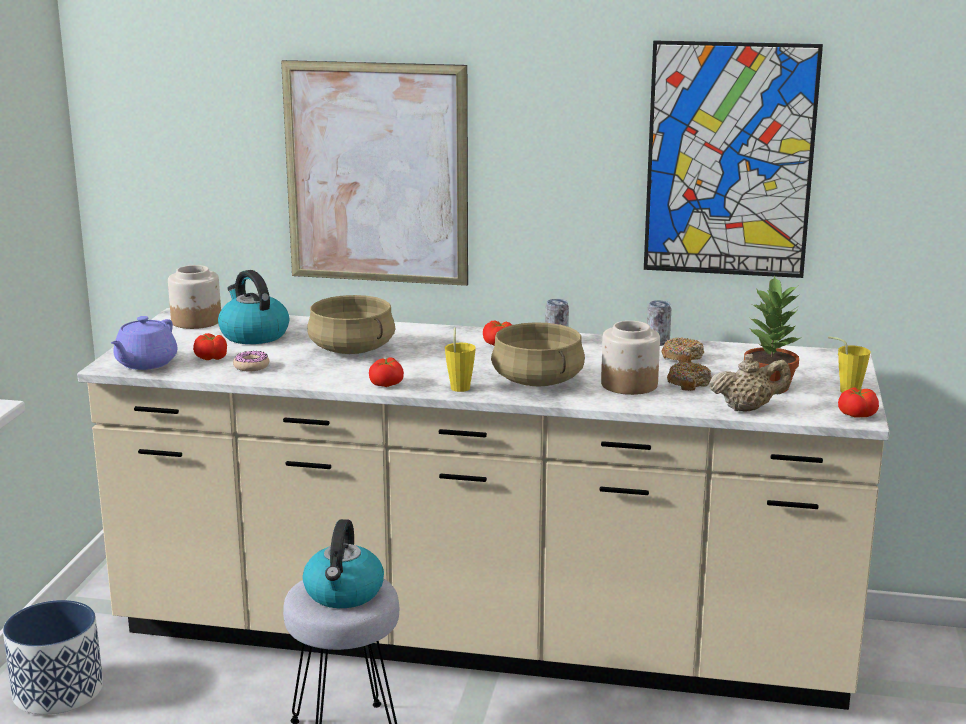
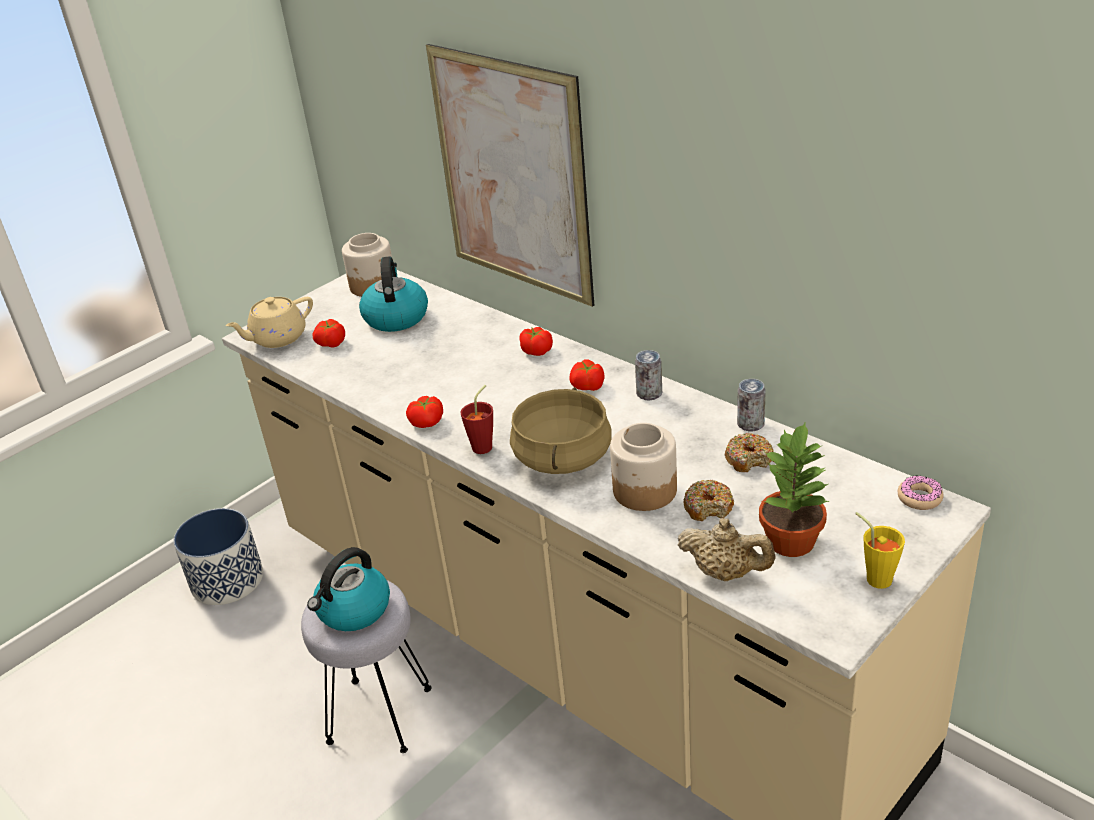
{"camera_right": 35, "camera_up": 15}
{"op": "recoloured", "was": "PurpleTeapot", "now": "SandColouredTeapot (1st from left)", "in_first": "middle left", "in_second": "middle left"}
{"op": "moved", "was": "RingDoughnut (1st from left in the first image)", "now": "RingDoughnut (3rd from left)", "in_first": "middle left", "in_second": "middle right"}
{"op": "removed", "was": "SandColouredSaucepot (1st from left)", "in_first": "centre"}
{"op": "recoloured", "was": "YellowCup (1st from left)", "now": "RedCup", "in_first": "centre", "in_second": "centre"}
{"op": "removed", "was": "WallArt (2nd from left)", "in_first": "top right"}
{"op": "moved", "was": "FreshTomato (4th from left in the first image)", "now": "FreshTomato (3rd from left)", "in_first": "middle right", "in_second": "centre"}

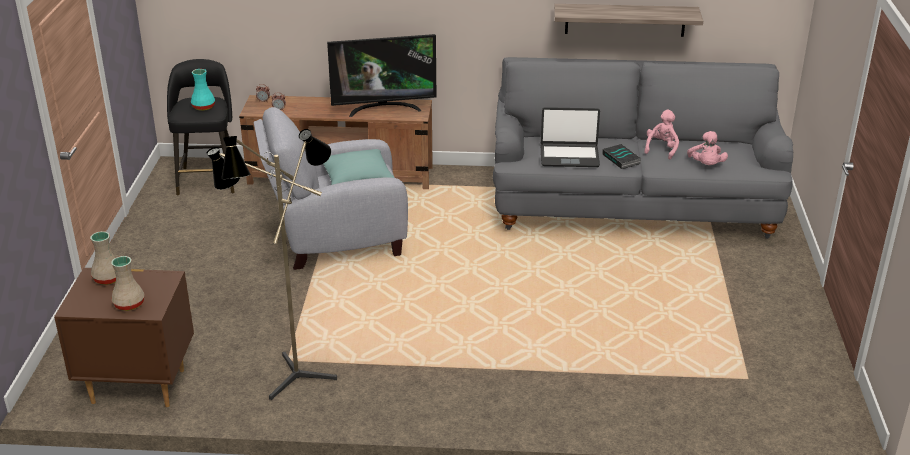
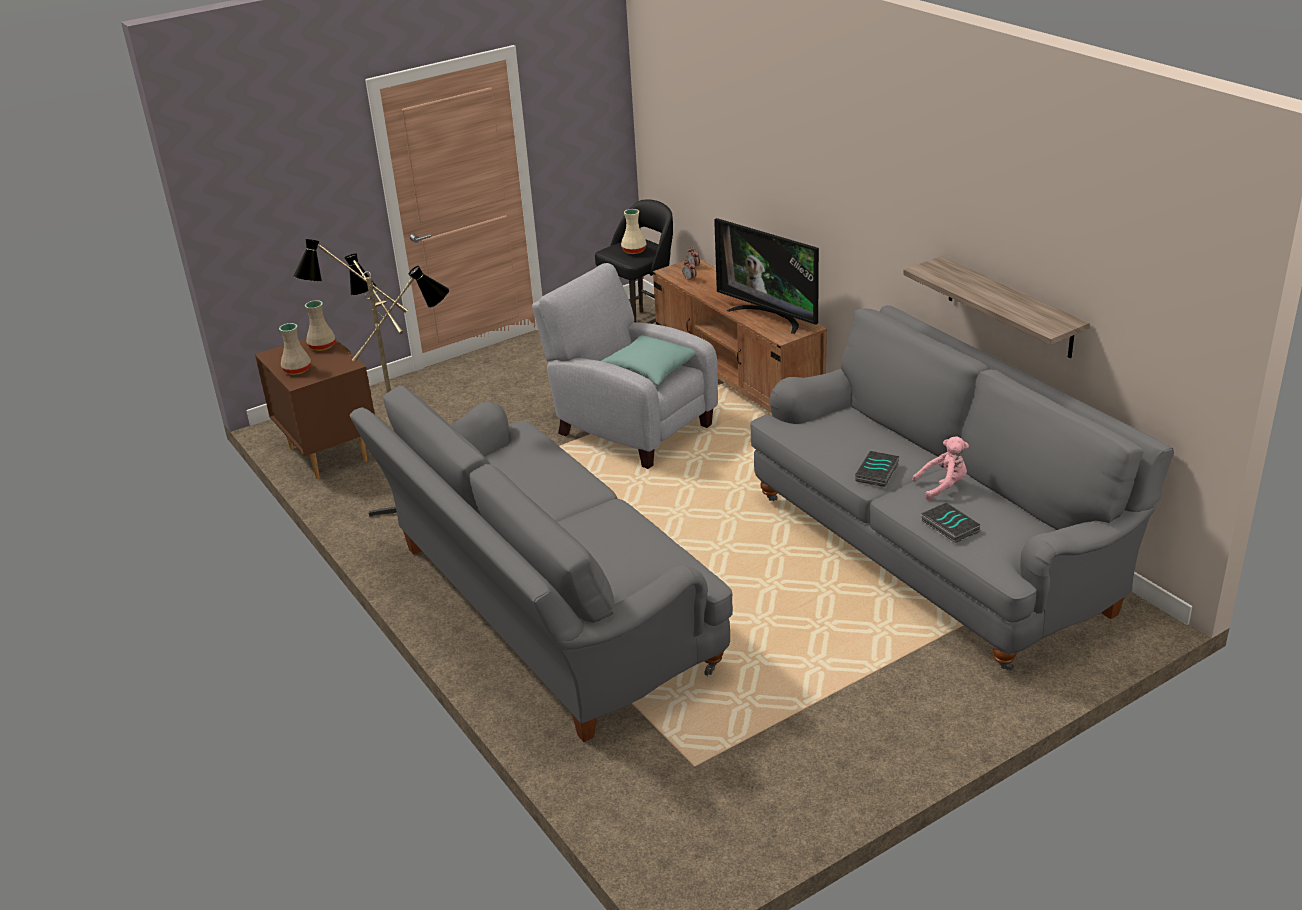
{"camera_right": 55, "camera_up": 0}
{"op": "recoloured", "was": "TurquoiseColouredDecorativeVase", "now": "SandColouredDecorativeVase (3rd from left)", "in_first": "top left", "in_second": "top centre"}
{"op": "removed", "was": "Laptop", "in_first": "top centre"}
{"op": "replaced", "was": "PinkSoftToy (2nd from left)", "now": "BoundBook (2nd from left)", "in_first": "top right", "in_second": "middle right"}
{"op": "added", "now": "GrayCouch (1st from left)", "in_second": "centre"}

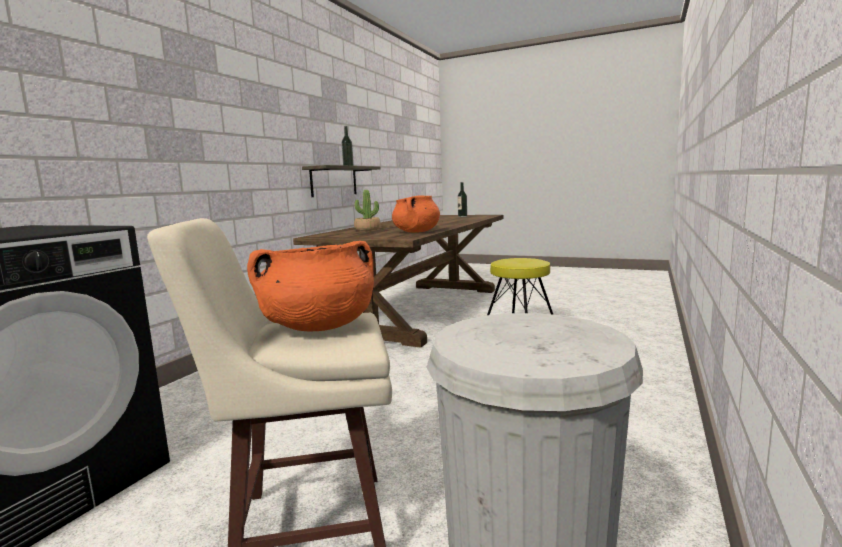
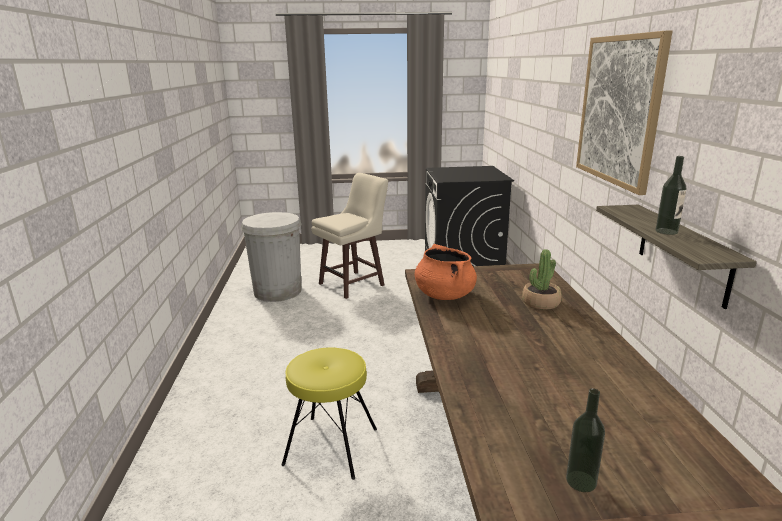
{"camera_right": 150, "camera_up": 10}
{"op": "removed", "was": "OrangeColouredSaucepot (1st from left)", "in_first": "centre"}
{"op": "added", "now": "WallArt", "in_second": "top right"}

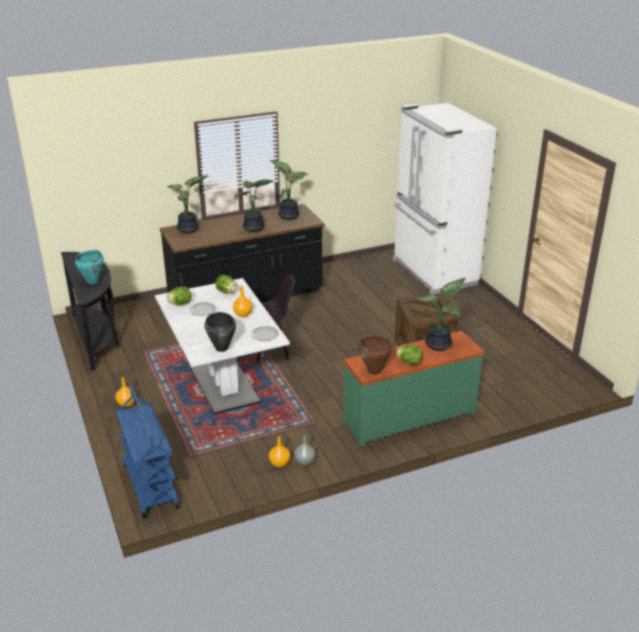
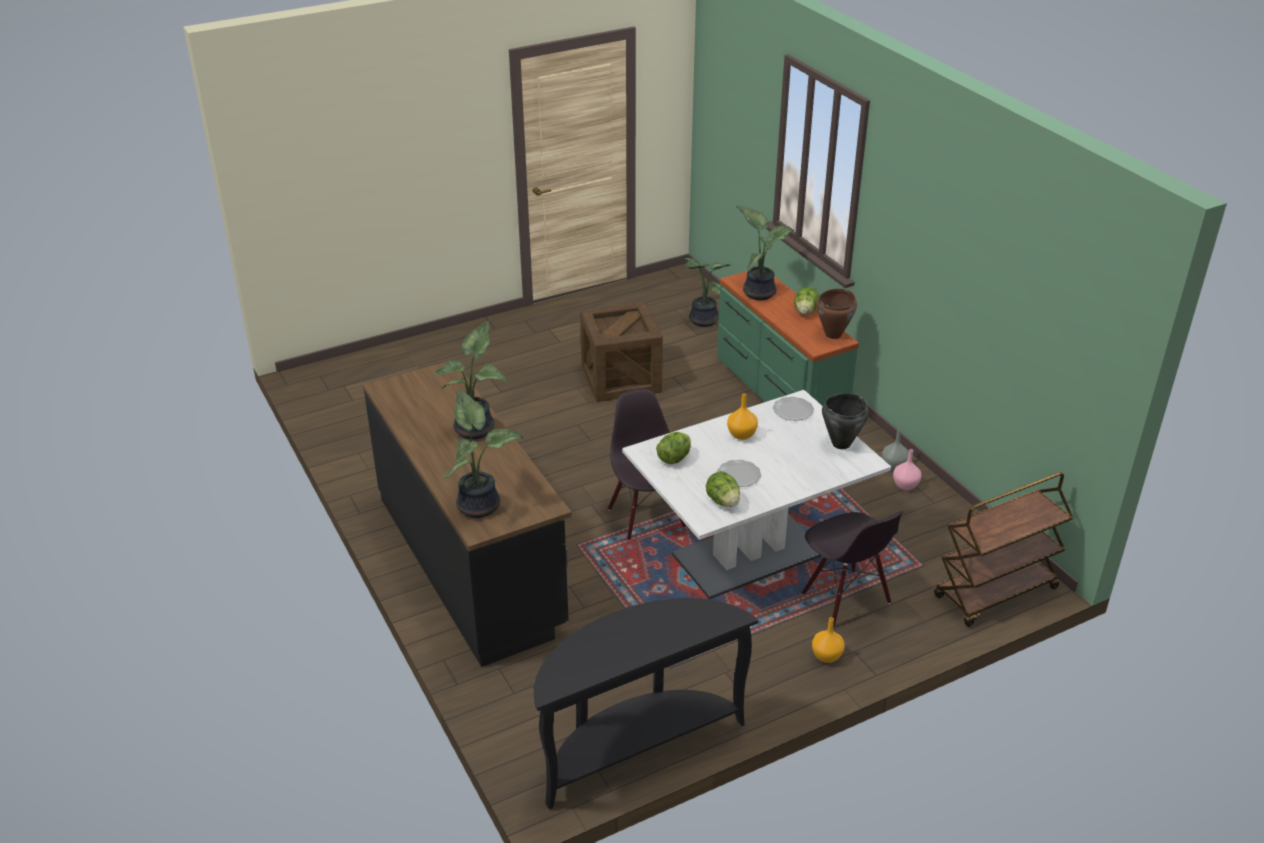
{"camera_right": -95, "camera_up": 5}
{"op": "removed", "was": "TurquoiseColouredSaucepot", "in_first": "middle left"}
{"op": "recoloured", "was": "BluishWheeledCart", "now": "BrownColouredWheeledCart", "in_first": "bottom left", "in_second": "middle right"}
{"op": "recoloured", "was": "OrangeColouredDecorativeVase (3rd from left)", "now": "PinkDecorativeVase", "in_first": "bottom centre", "in_second": "middle right"}
{"op": "moved", "was": "PottedPlant (3rd from left)", "in_first": "top centre", "in_second": "centre"}
{"op": "removed", "was": "WhiteColouredRefrigerator", "in_first": "top right"}
{"op": "added", "now": "BlackishPlainChair (2nd from left)", "in_second": "bottom right"}

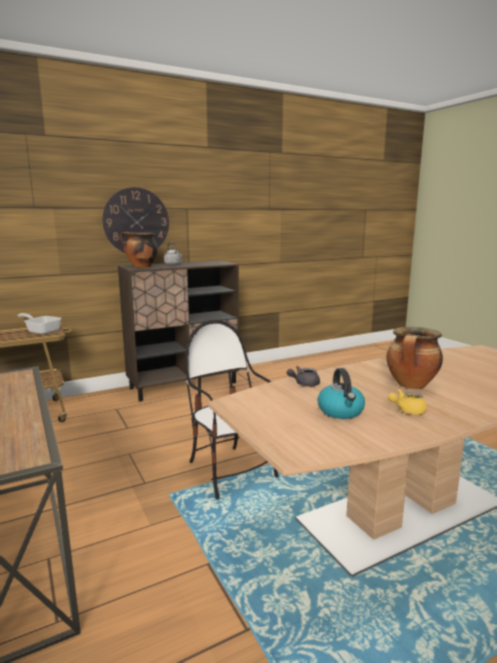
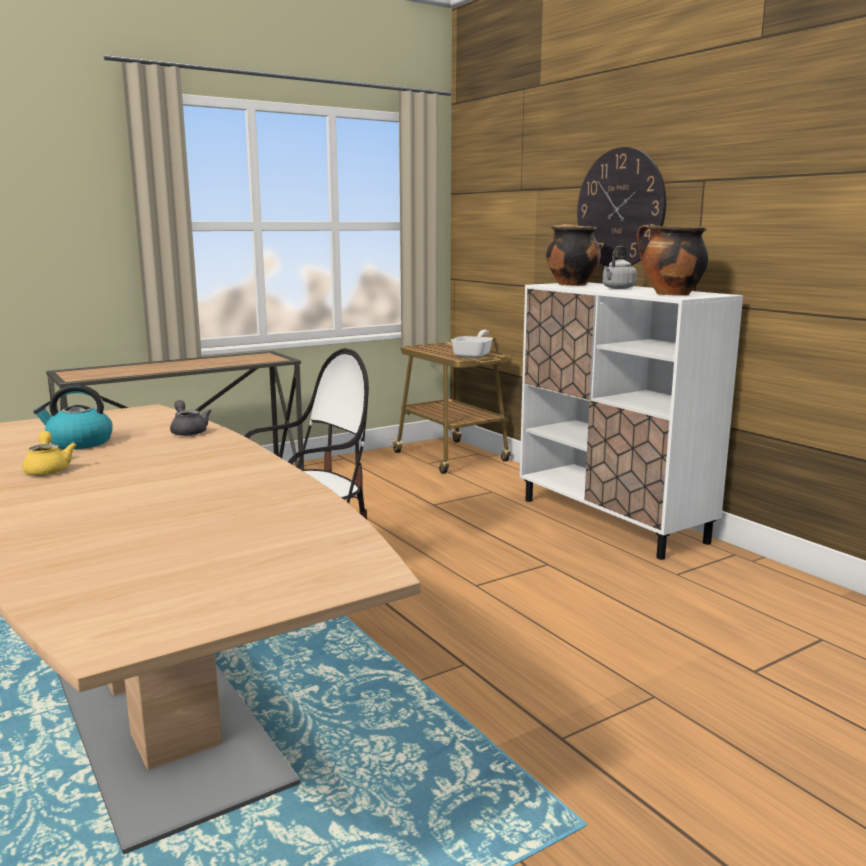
{"camera_right": 85, "camera_up": 0}
{"op": "recoloured", "was": "BrownColouredStorageCabinet", "now": "WhiteColouredStorageCabinet", "in_first": "centre", "in_second": "middle right"}
{"op": "moved", "was": "Saucepot (2nd from left)", "in_first": "middle right", "in_second": "top right"}

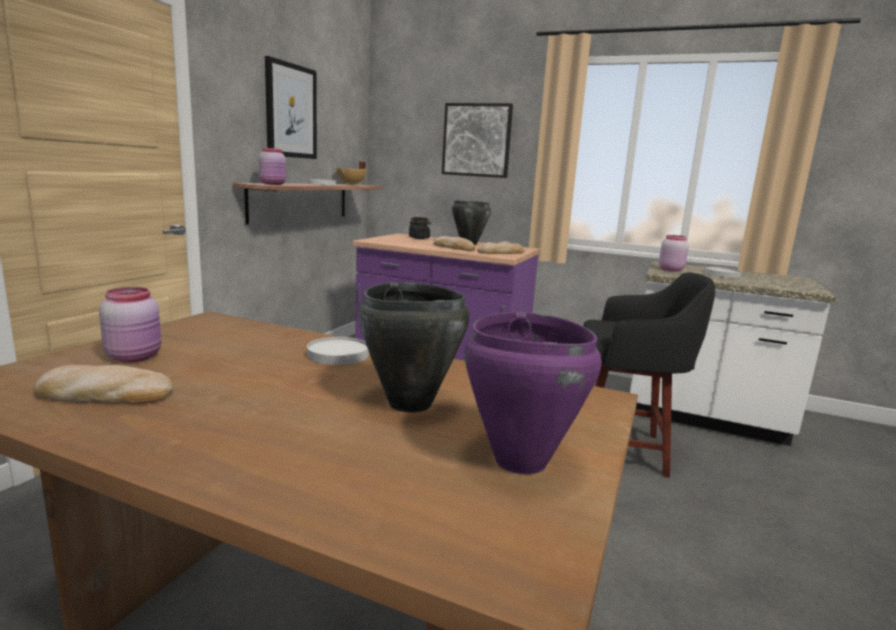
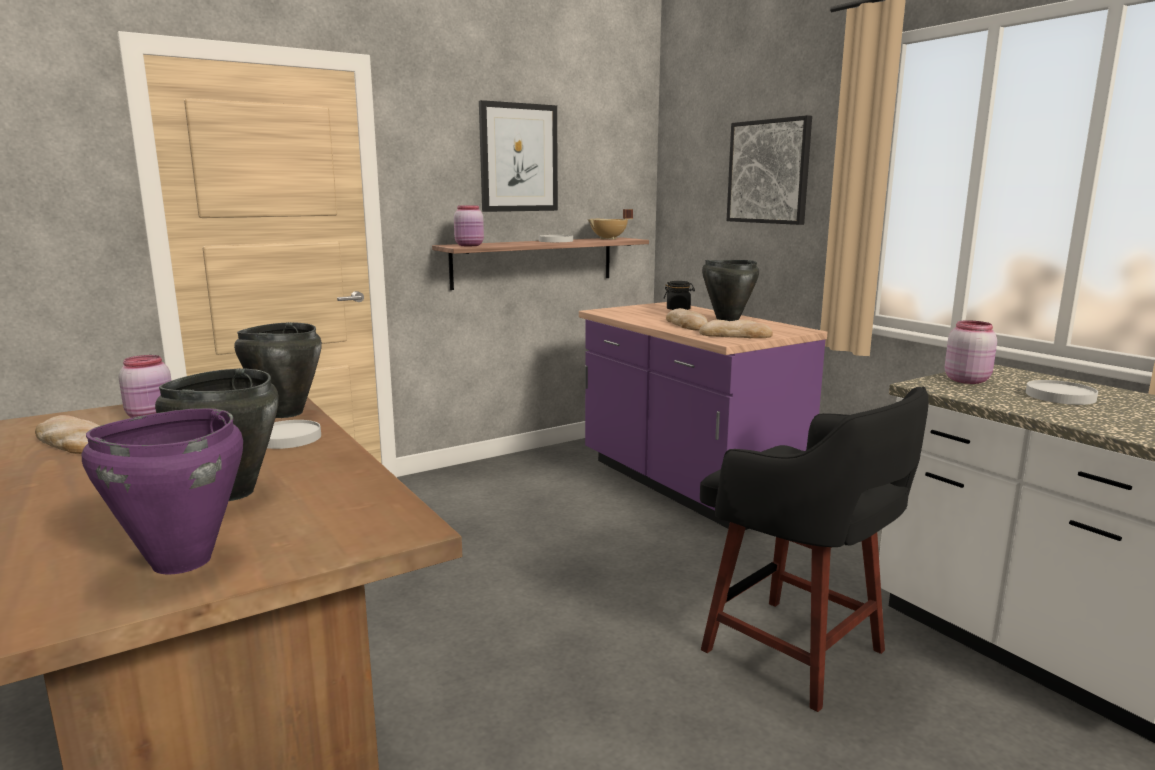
{"camera_right": 35, "camera_up": 0}
{"op": "added", "now": "BlackishSaucepot (2nd from left)", "in_second": "middle left"}

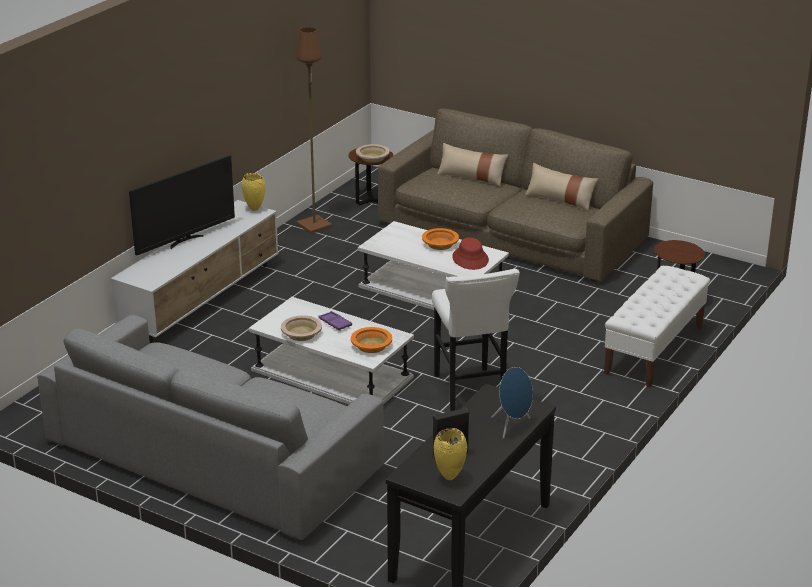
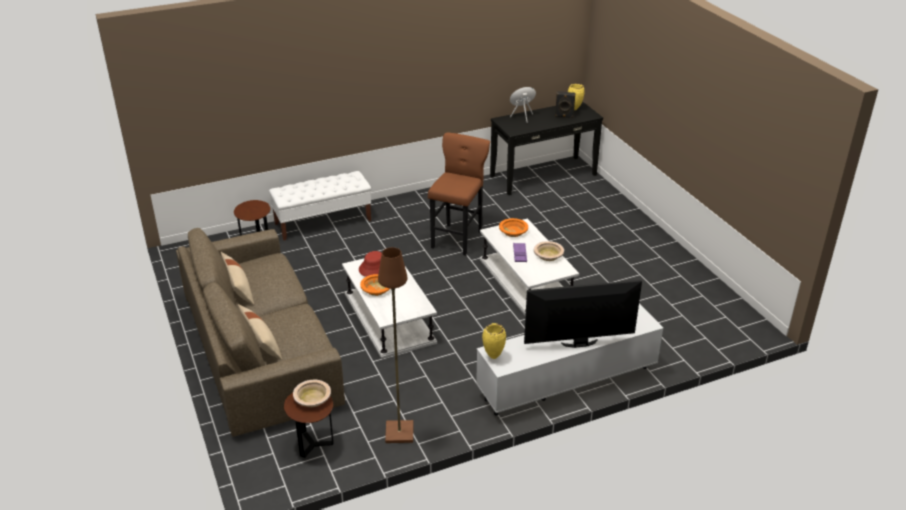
{"camera_right": -145, "camera_up": 5}
{"op": "removed", "was": "GrayCouch", "in_first": "bottom left"}
{"op": "recoloured", "was": "WhiteColouredSittingStool", "now": "BrownColouredSittingStool", "in_first": "centre", "in_second": "centre"}

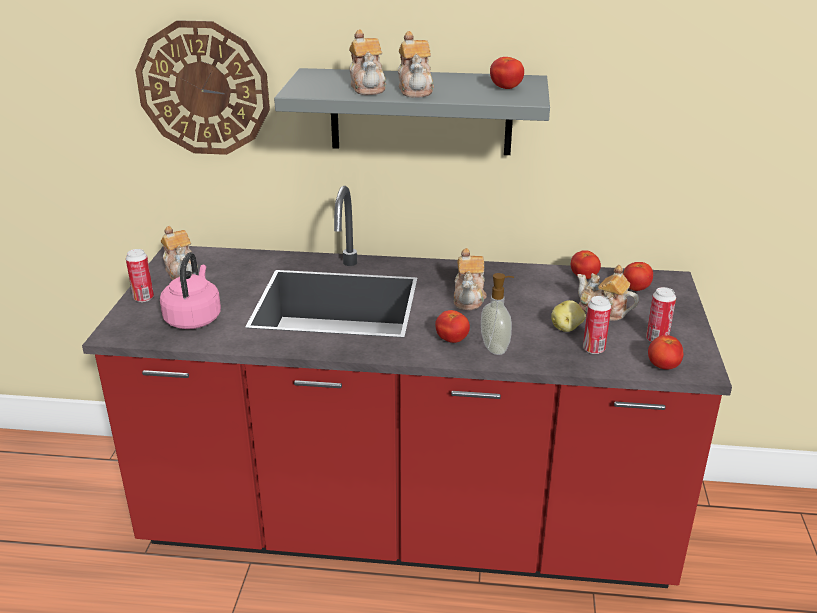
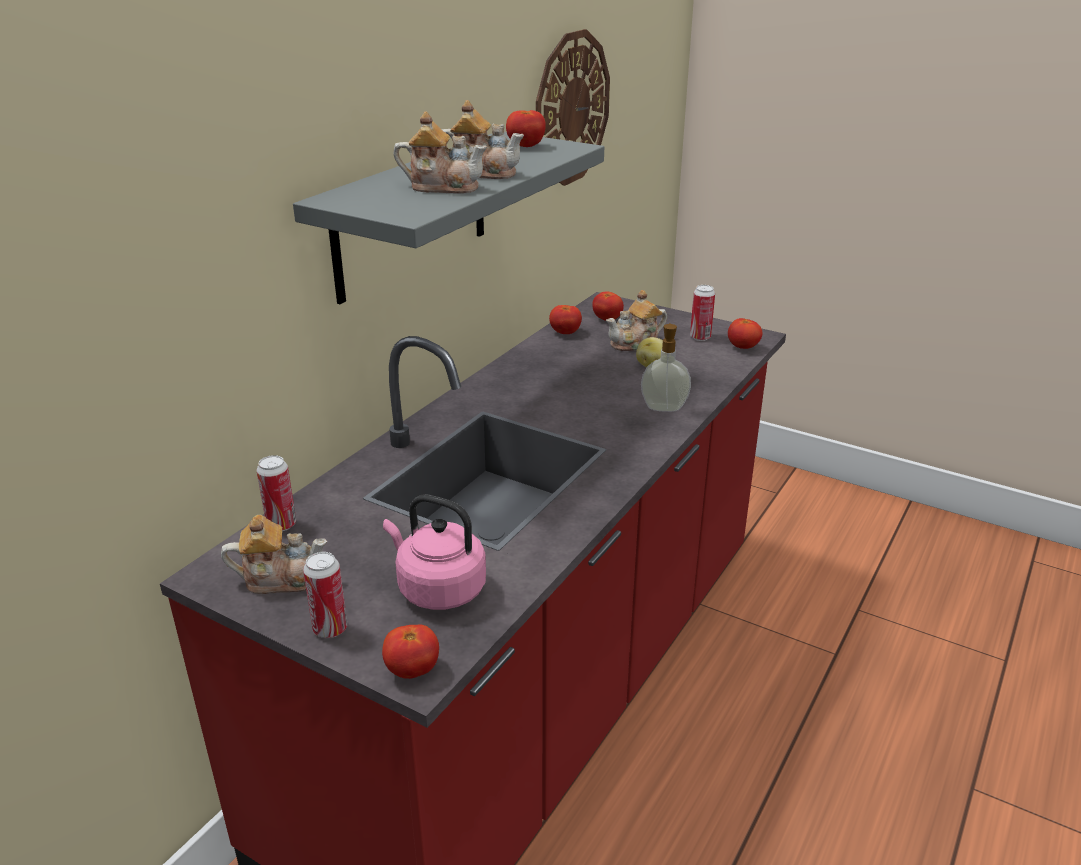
{"camera_right": -65, "camera_up": 0}
{"op": "moved", "was": "ClockOnTheWall", "in_first": "top left", "in_second": "top centre"}
{"op": "moved", "was": "FreshTomato (1st from left)", "in_first": "centre", "in_second": "bottom centre"}
{"op": "removed", "was": "Teapot (4th from left)", "in_first": "centre"}
{"op": "moved", "was": "SealedCan (2nd from left in the first image)", "now": "SealedCan (1st from left)", "in_first": "middle right", "in_second": "middle left"}

